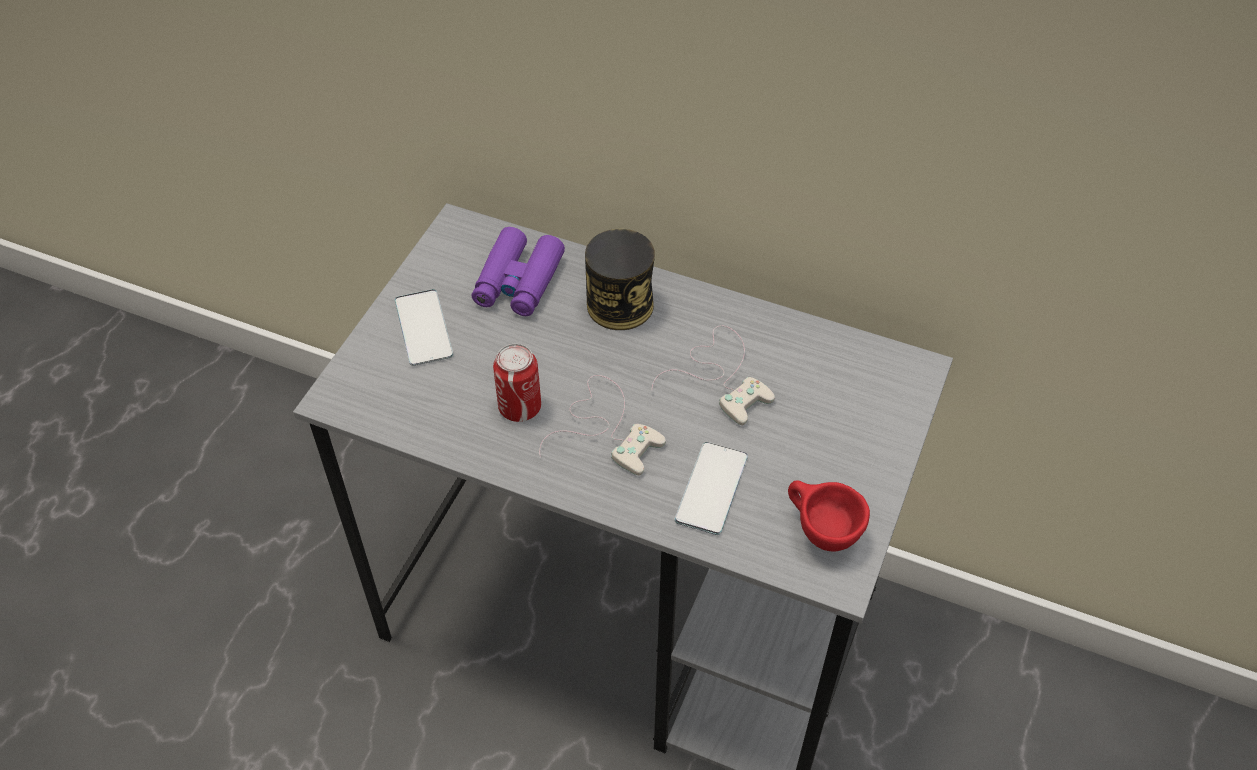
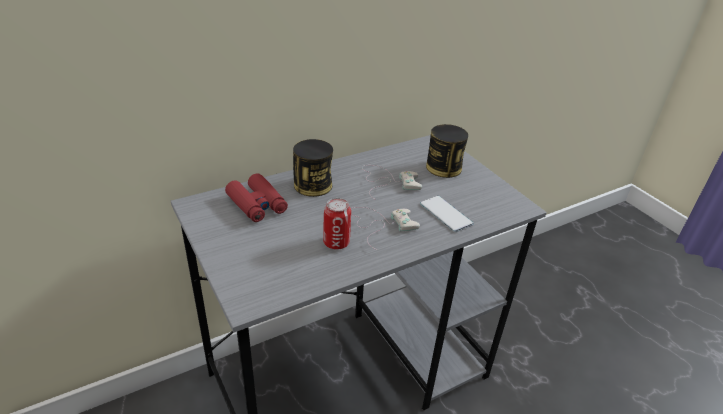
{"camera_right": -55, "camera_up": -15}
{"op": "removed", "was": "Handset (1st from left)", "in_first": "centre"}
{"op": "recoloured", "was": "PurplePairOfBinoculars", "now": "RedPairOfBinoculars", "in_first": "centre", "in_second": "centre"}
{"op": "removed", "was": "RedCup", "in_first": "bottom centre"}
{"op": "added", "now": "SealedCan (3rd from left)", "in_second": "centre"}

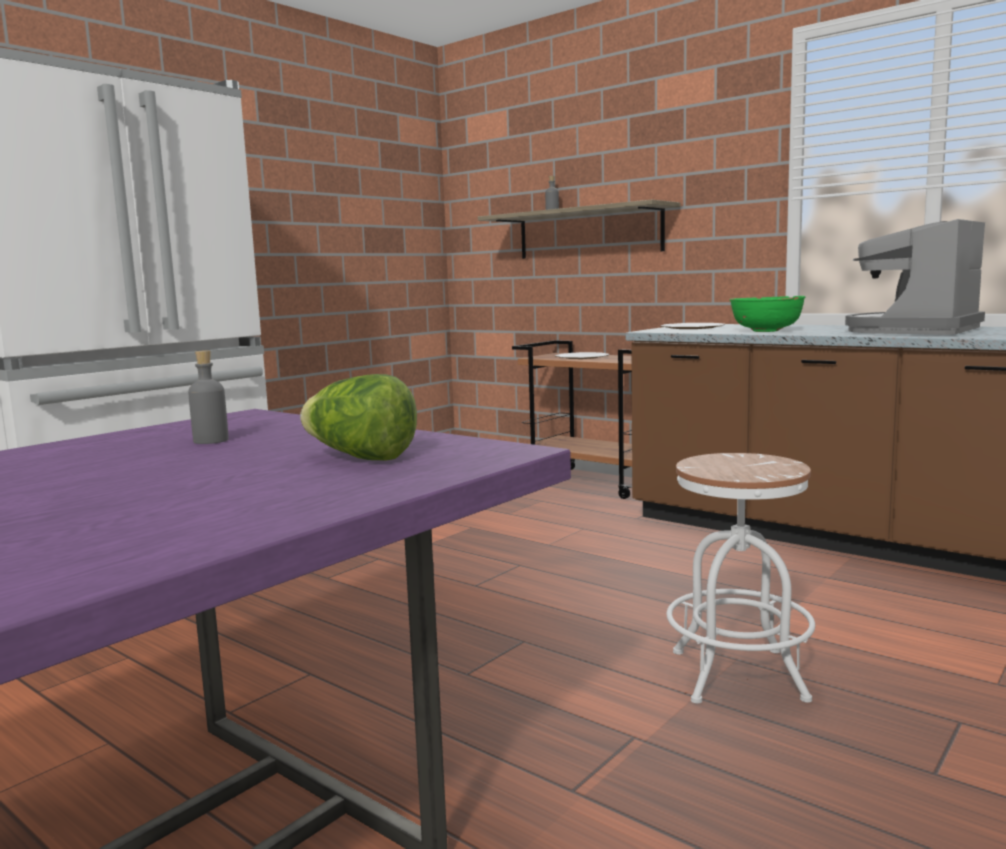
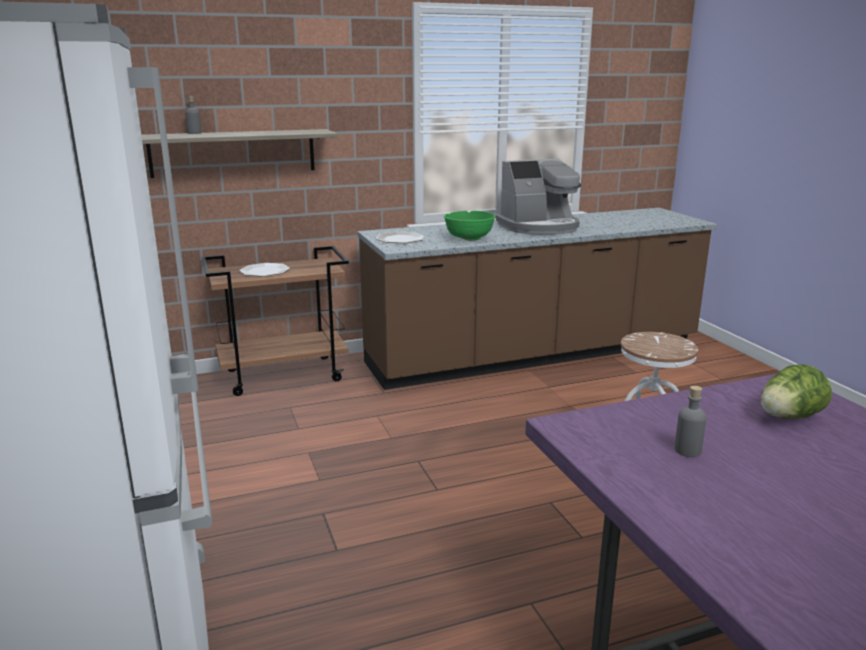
{"camera_right": -60, "camera_up": 10}
{"op": "turned", "was": "CoffeeMachine", "in_first": "top right", "in_second": "top centre", "clockwise": -90}

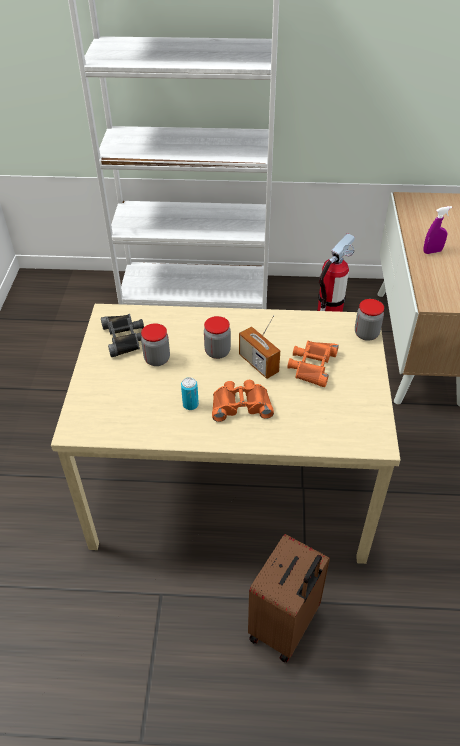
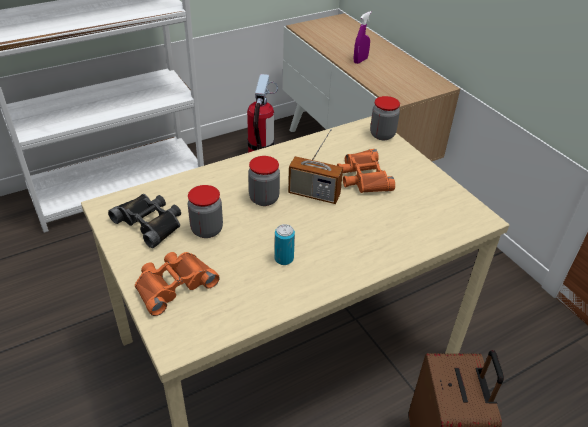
{"camera_right": -35, "camera_up": -5}
{"op": "moved", "was": "OrangeColouredPairOfBinoculars (1st from left)", "in_first": "centre", "in_second": "middle left"}

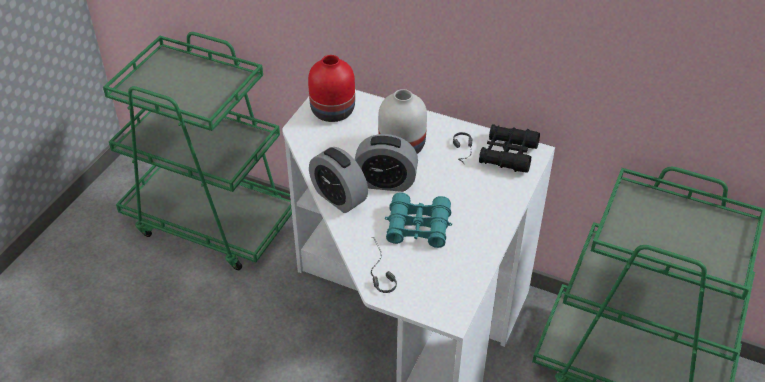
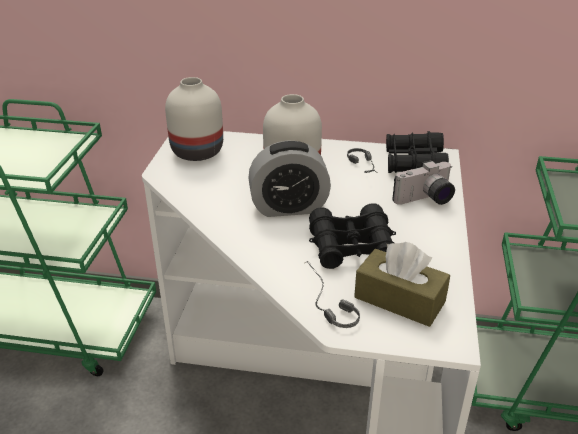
{"camera_right": -15, "camera_up": -10}
{"op": "recoloured", "was": "RedDecorativeVase", "now": "WhiteColouredDecorativeVase (1st from left)", "in_first": "top centre", "in_second": "top centre"}
{"op": "removed", "was": "TableClock (1st from left)", "in_first": "centre"}
{"op": "recoloured", "was": "TurquoiseColouredPairOfBinoculars", "now": "BlackishPairOfBinoculars (1st from left)", "in_first": "centre", "in_second": "centre"}
{"op": "added", "now": "BrownColouredBoxOfTissues", "in_second": "middle right"}
{"op": "added", "now": "StillCamera", "in_second": "middle right"}

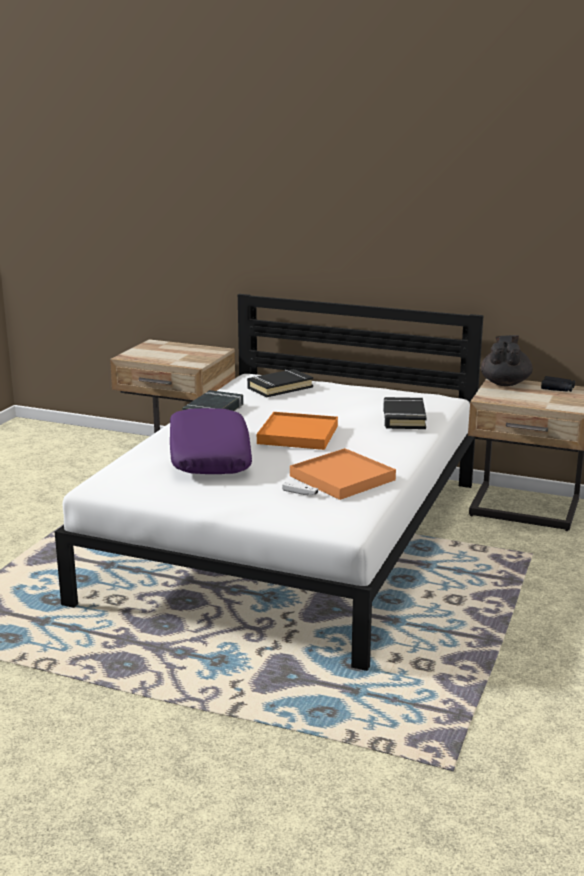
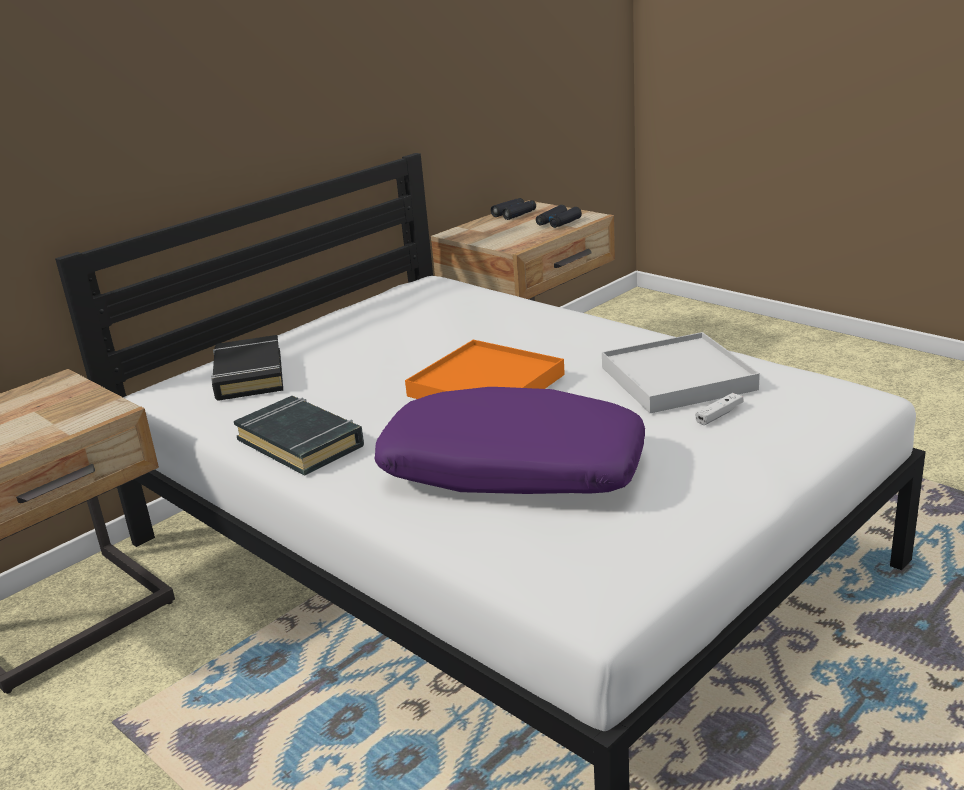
{"camera_right": -65, "camera_up": 5}
{"op": "recoloured", "was": "OrangeColouredCarryingTray (2nd from left)", "now": "WhiteColouredCarryingTray", "in_first": "centre", "in_second": "middle right"}
{"op": "removed", "was": "BlackishBoundBook (3rd from left)", "in_first": "middle right"}
{"op": "removed", "was": "BlackishTeapot", "in_first": "middle right"}
{"op": "added", "now": "BlackishPairOfBinoculars (2nd from left)", "in_second": "top centre"}

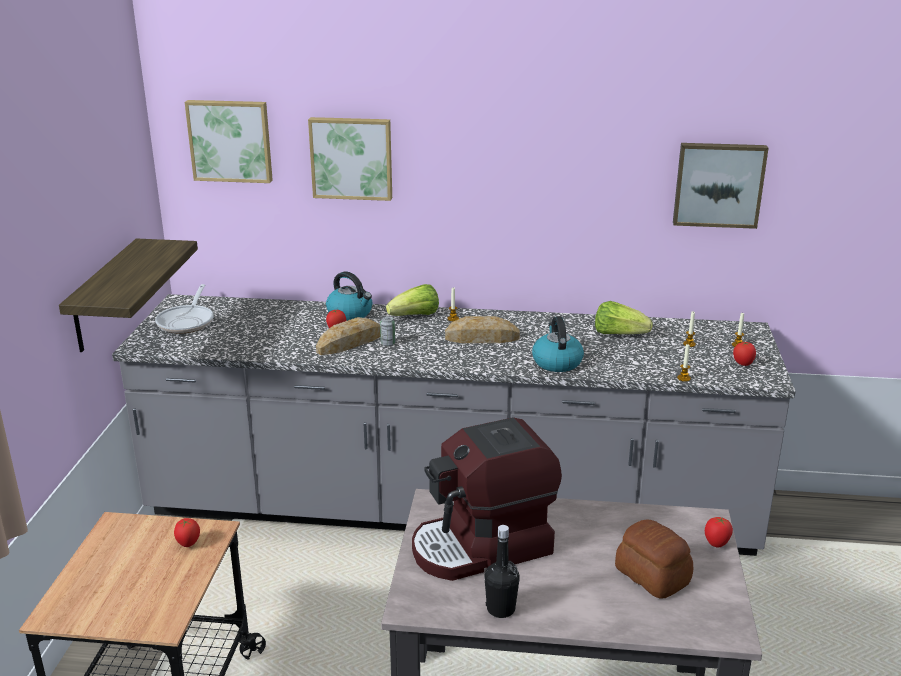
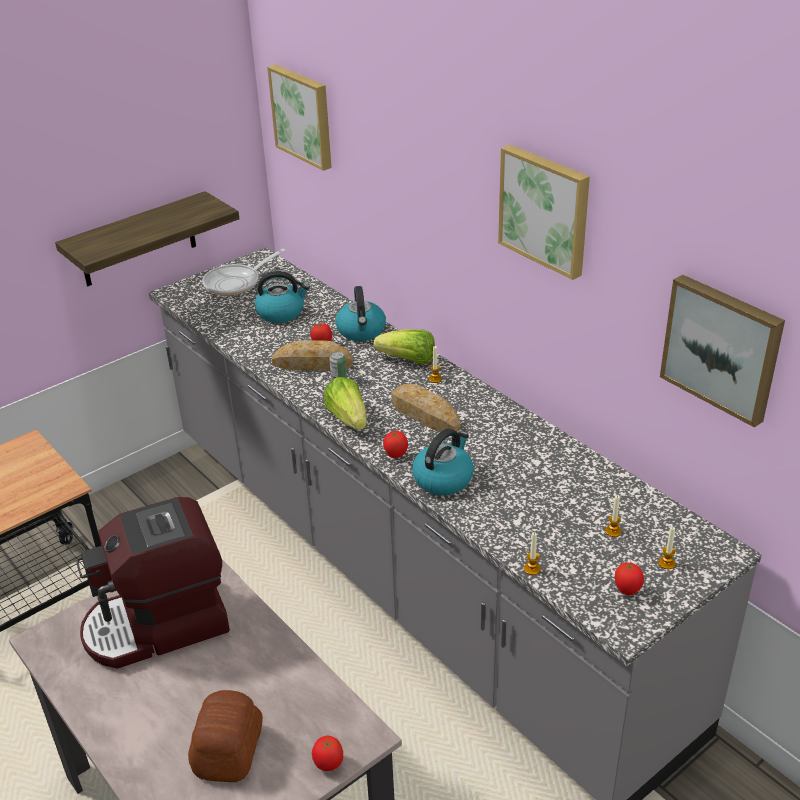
{"camera_right": 45, "camera_up": 10}
{"op": "moved", "was": "FreshTomato (1st from left in the first image)", "now": "FreshTomato (3rd from left)", "in_first": "bottom left", "in_second": "centre"}
{"op": "moved", "was": "WallArt (2nd from left)", "in_first": "top centre", "in_second": "top right"}
{"op": "turned", "was": "CoffeeMachine", "in_first": "bottom centre", "in_second": "bottom left", "clockwise": -45}
{"op": "removed", "was": "BlackishBottle", "in_first": "bottom centre"}
{"op": "moved", "was": "Lettuce (2nd from left in the first image)", "now": "Lettuce (1st from left)", "in_first": "middle right", "in_second": "centre"}
{"op": "added", "now": "WaterKettle (1st from left)", "in_second": "centre"}

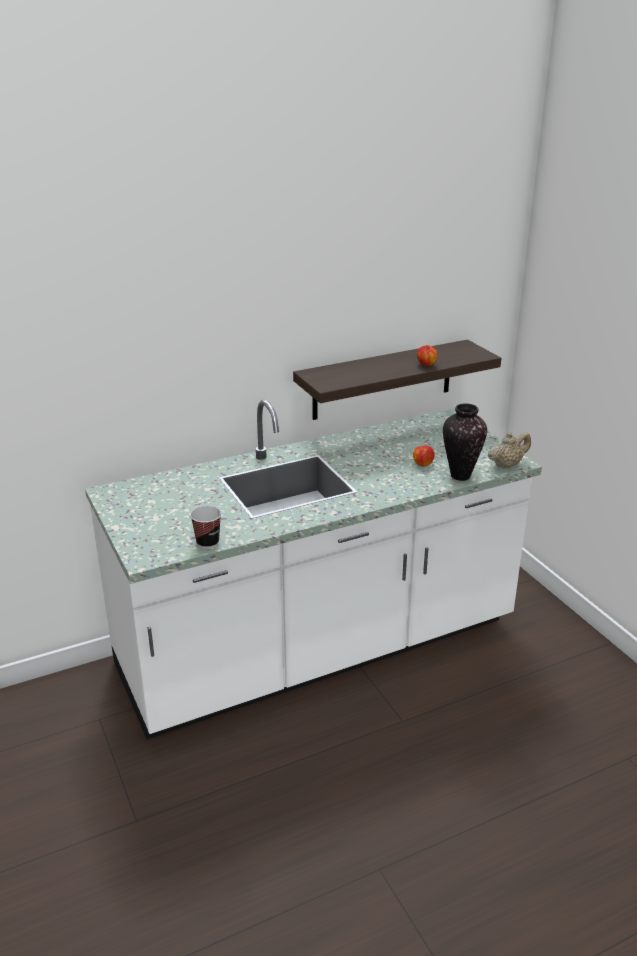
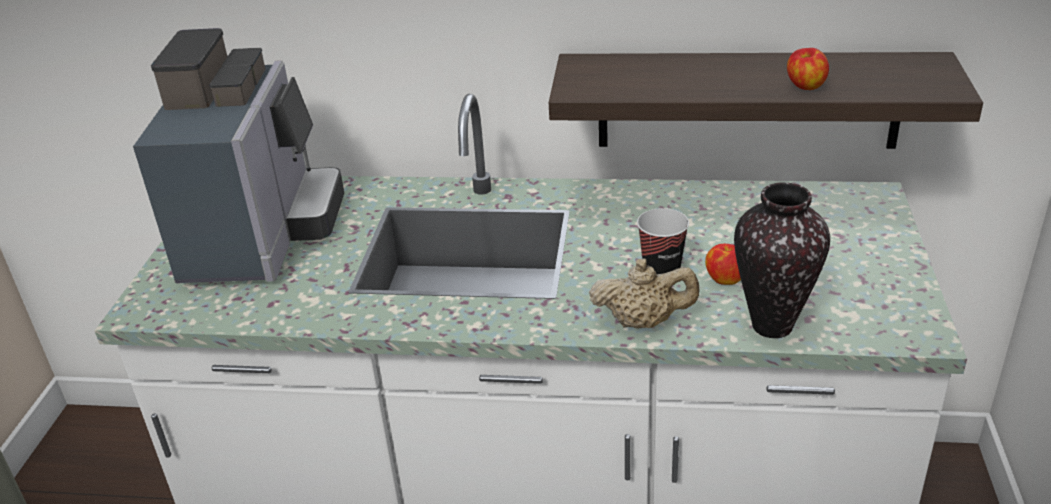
{"camera_right": 35, "camera_up": 5}
{"op": "moved", "was": "Cup", "in_first": "middle left", "in_second": "centre"}
{"op": "moved", "was": "SandColouredTeapot", "in_first": "middle right", "in_second": "centre"}
{"op": "added", "now": "CoffeeMachine", "in_second": "top left"}

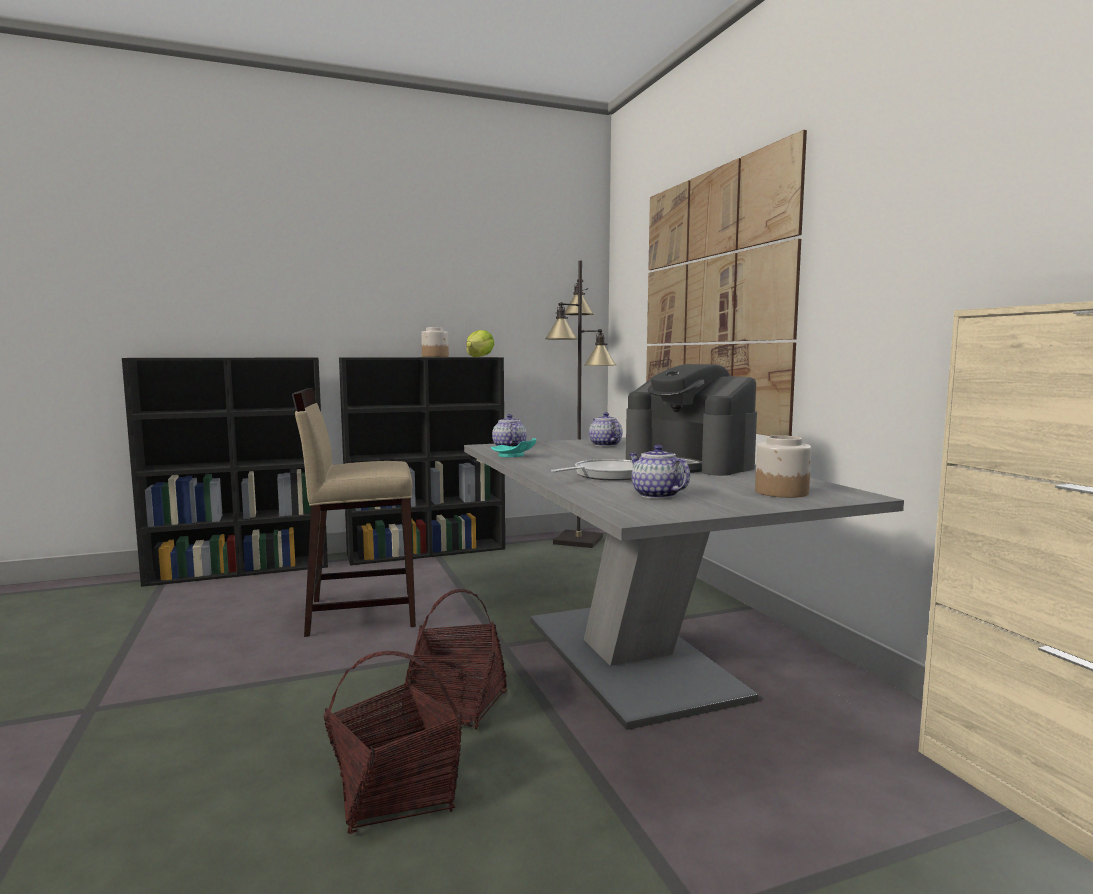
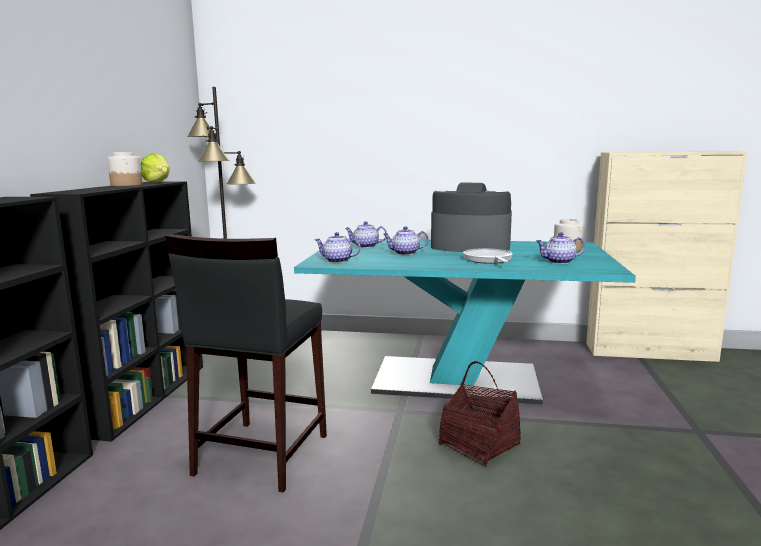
{"camera_right": -60, "camera_up": 5}
{"op": "recoloured", "was": "SandColouredSittingStool", "now": "BlackishSittingStool", "in_first": "middle left", "in_second": "middle left"}
{"op": "removed", "was": "HouseholdBasket (1st from left)", "in_first": "bottom centre"}
{"op": "recoloured", "was": "GrayDiningTable", "now": "TurquoiseColouredDiningTable", "in_first": "centre", "in_second": "centre"}
{"op": "removed", "was": "TurquoiseColouredFlatDish", "in_first": "centre"}
{"op": "turned", "was": "CoffeeMachine", "in_first": "centre", "in_second": "centre", "clockwise": -150}
{"op": "removed", "was": "WallArt", "in_first": "top centre"}
{"op": "added", "now": "Teapot (3rd from left)", "in_second": "centre"}

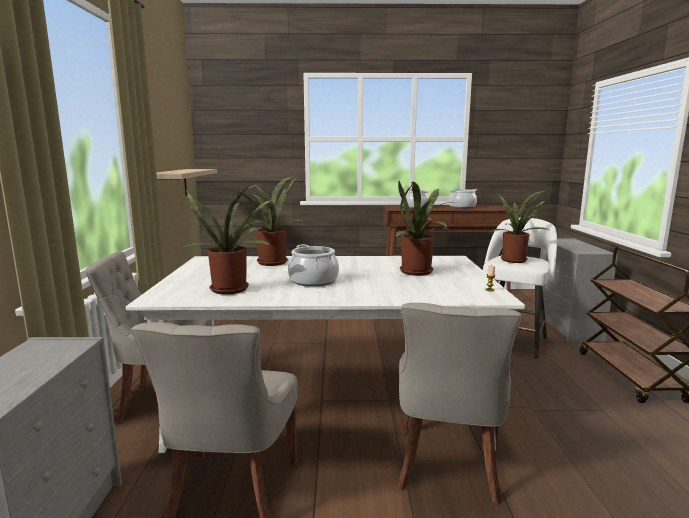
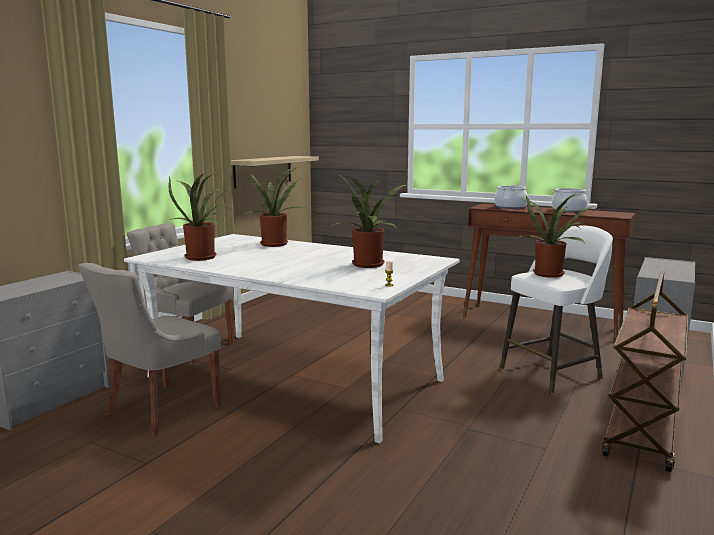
{"camera_right": 30, "camera_up": 0}
{"op": "removed", "was": "Saucepot (1st from left)", "in_first": "centre"}
{"op": "removed", "was": "GrayPlainChair (3rd from left)", "in_first": "bottom centre"}

